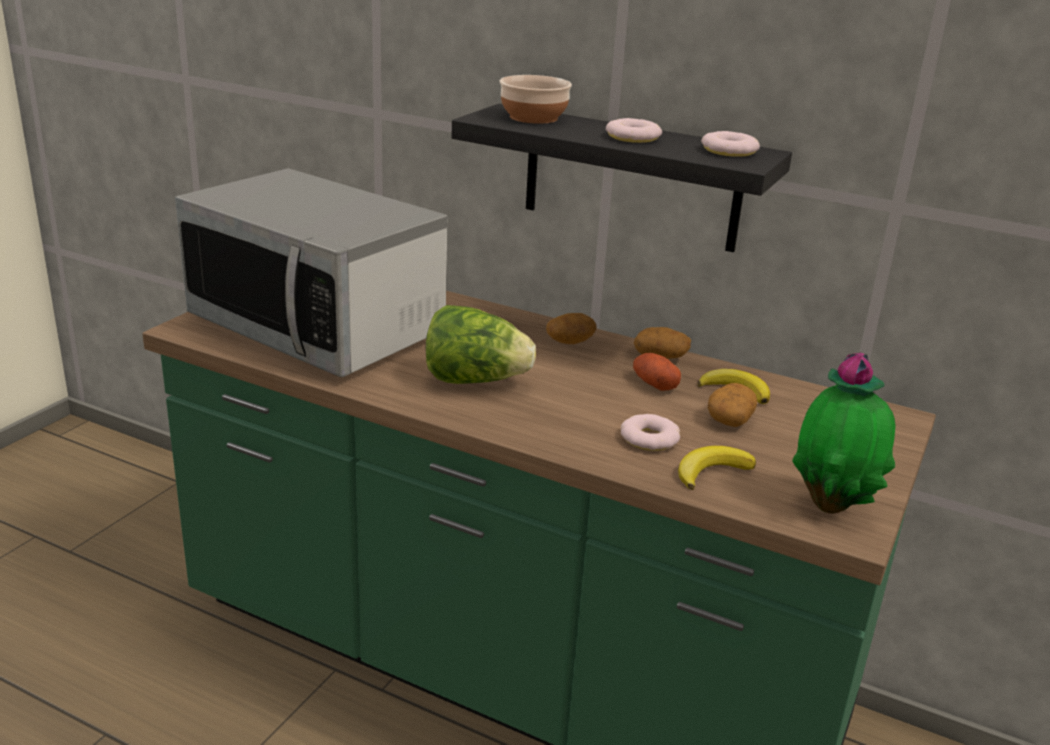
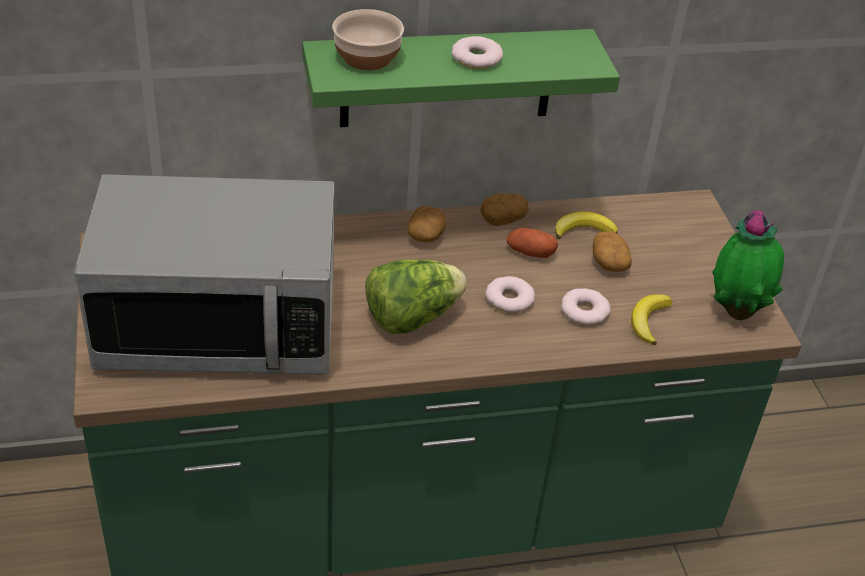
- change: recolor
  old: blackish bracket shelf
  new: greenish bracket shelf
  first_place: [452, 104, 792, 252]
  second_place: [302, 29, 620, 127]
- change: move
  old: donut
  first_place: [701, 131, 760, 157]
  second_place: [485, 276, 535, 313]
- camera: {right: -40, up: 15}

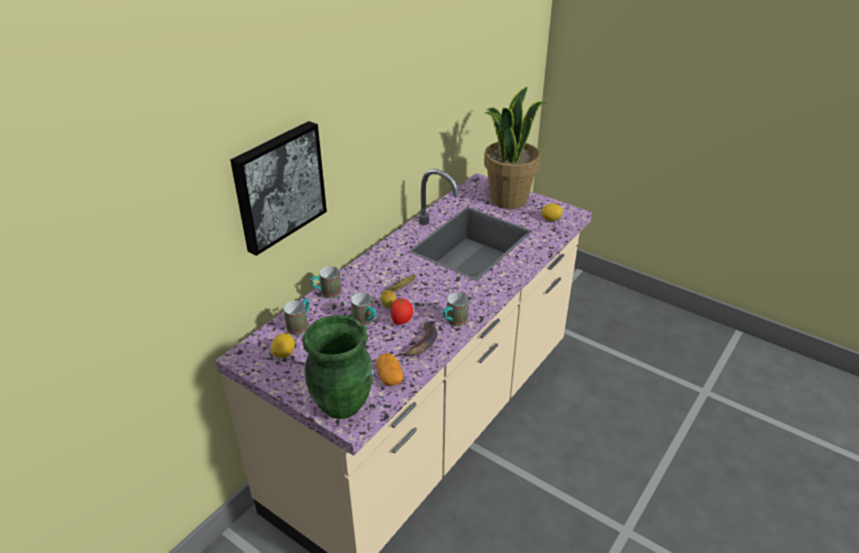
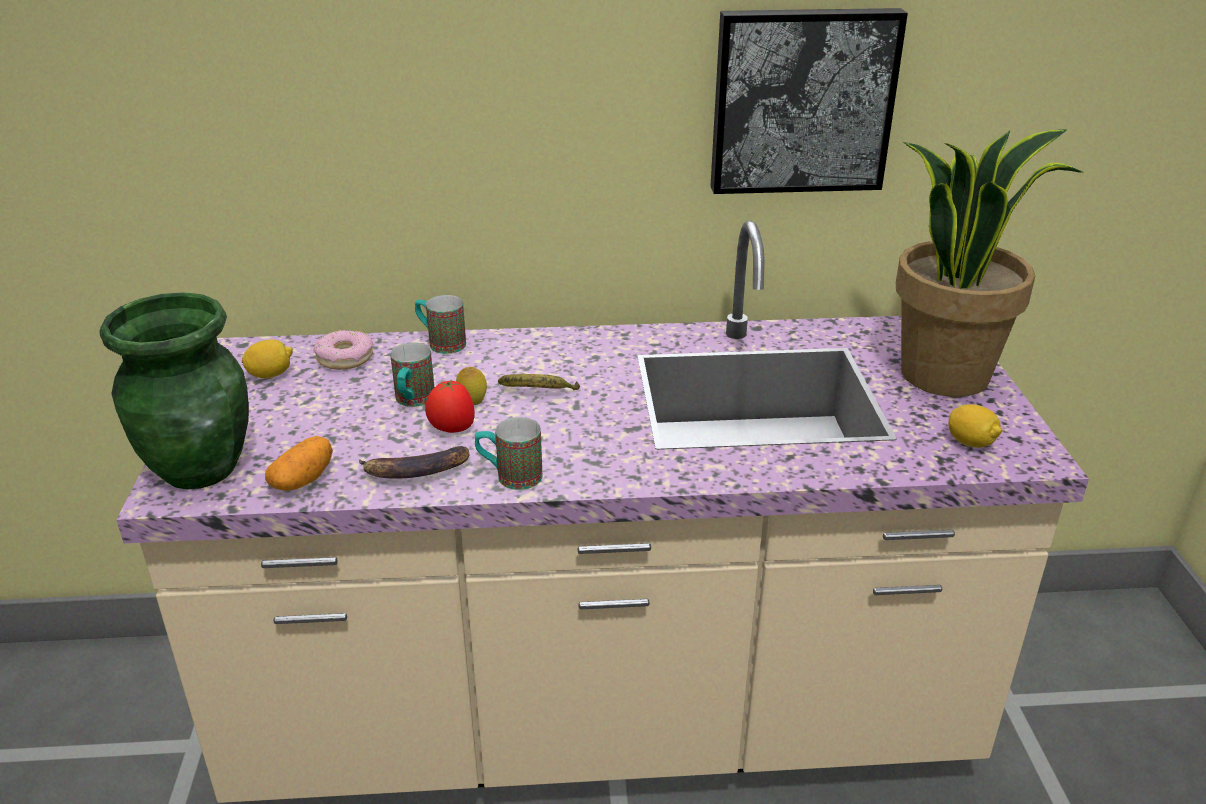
- change: move
  old: wall picture
  first_place: [230, 121, 327, 256]
  second_place: [710, 8, 908, 194]
- change: replace
  old: mug
  new: donut
  first_place: [283, 298, 310, 335]
  second_place: [314, 330, 373, 370]
- camera: {right: 50, up: -5}

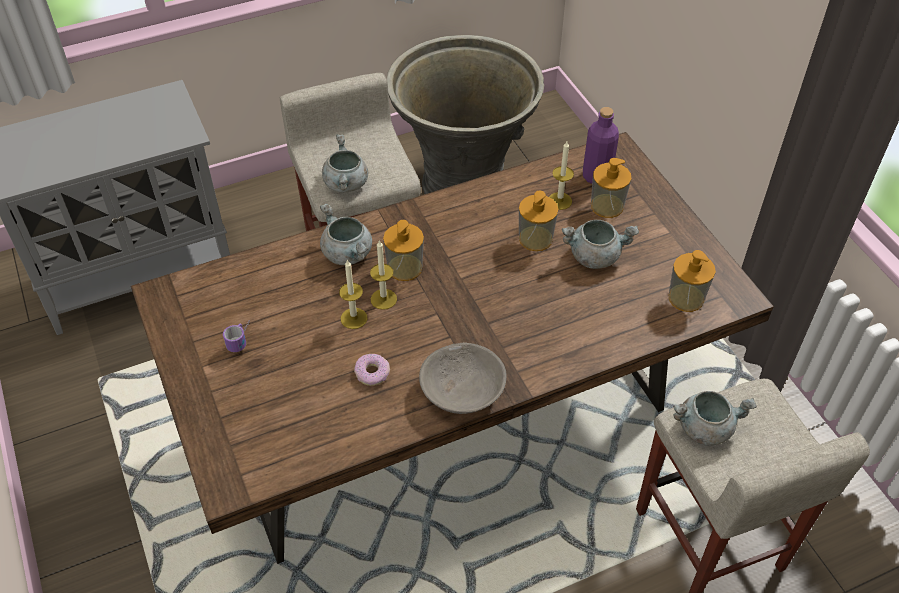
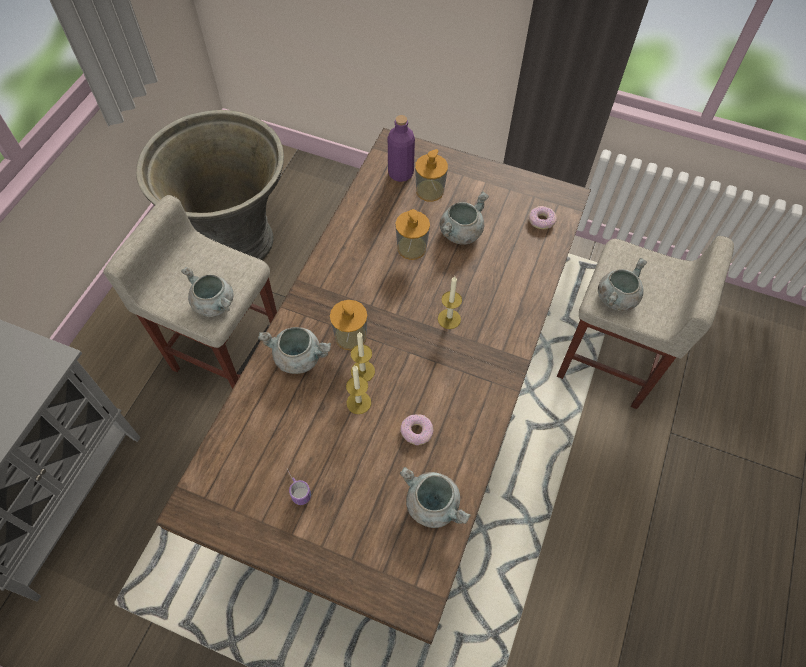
- change: delete
  old: gray bowl
  first_place: [419, 342, 507, 414]
- change: move
  old: wax candle
  first_place: [549, 141, 574, 210]
  second_place: [438, 276, 462, 329]
- change: replace
  old: soap dispenser
  new: donut
  first_place: [668, 250, 716, 312]
  second_place: [529, 206, 557, 229]
- change: insert
  new: gray stockpot
  second_place: [400, 467, 471, 528]
- camera: {right: -45, up: 10}

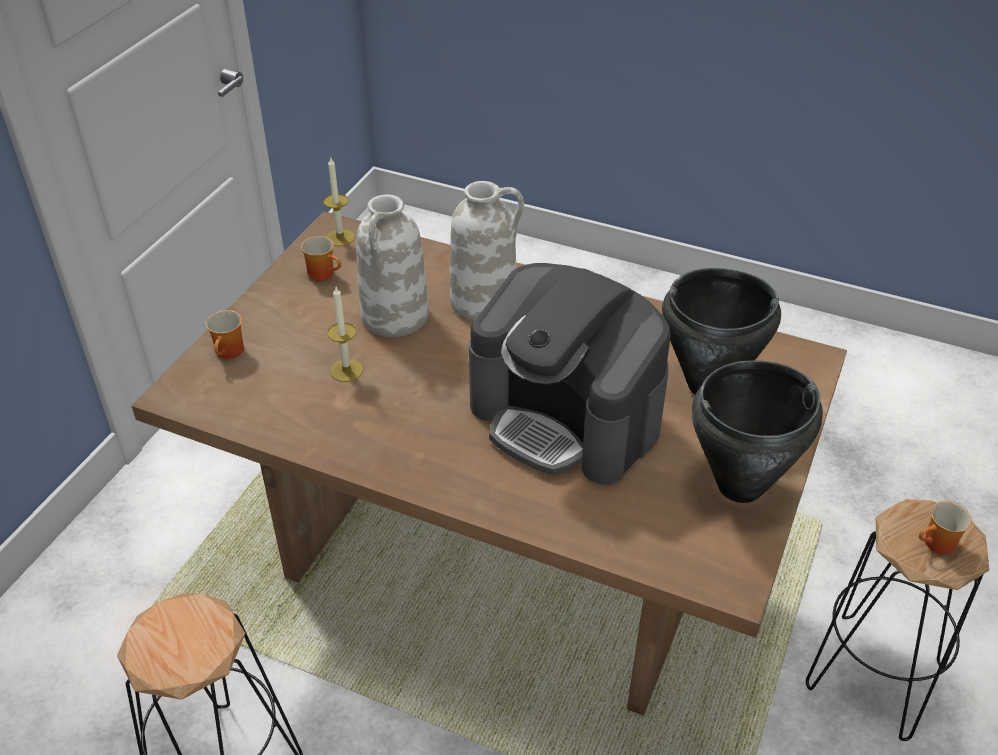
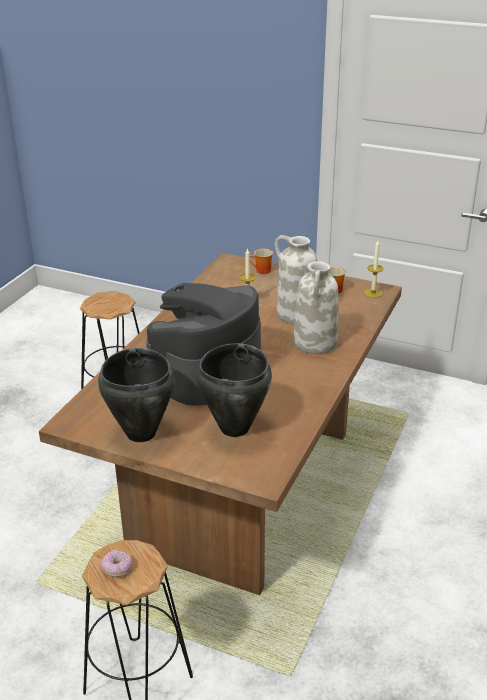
- change: replace
  old: mug
  new: donut
  first_place: [919, 501, 972, 554]
  second_place: [101, 550, 132, 577]
- camera: {right: 90, up: -10}

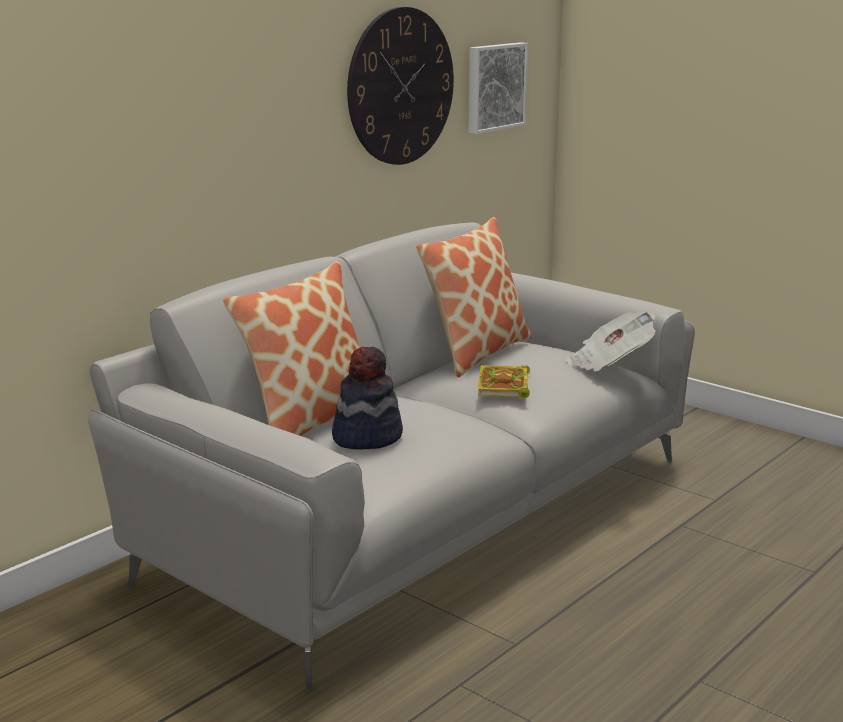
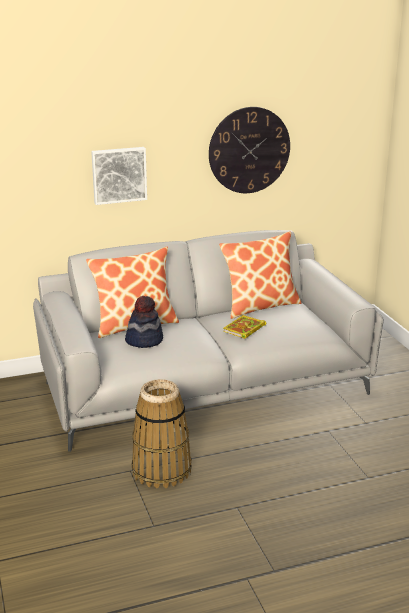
- change: move
  old: wall picture
  first_place: [469, 42, 528, 134]
  second_place: [91, 147, 147, 205]
- change: delete
  old: daily paper
  first_place: [566, 312, 656, 371]
- change: insert
  new: storage basket
  second_place: [132, 379, 192, 488]
- camera: {right: 30, up: 5}

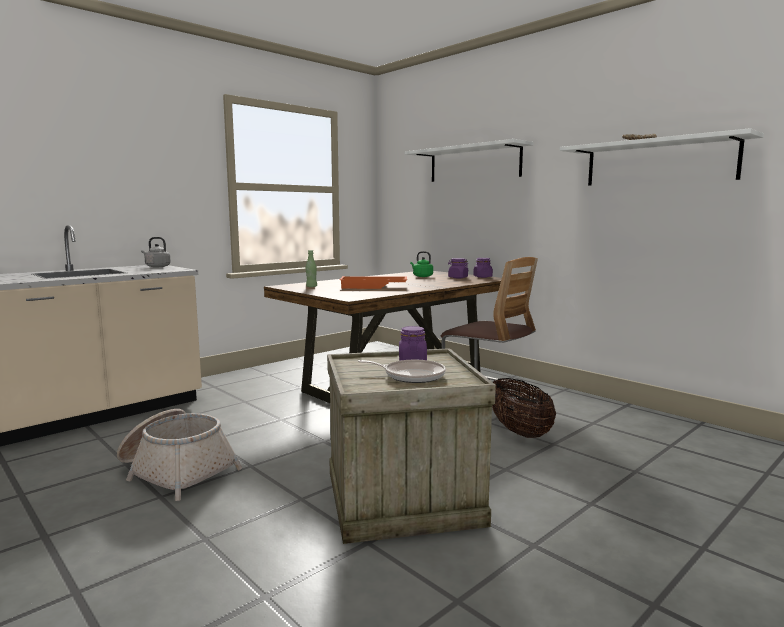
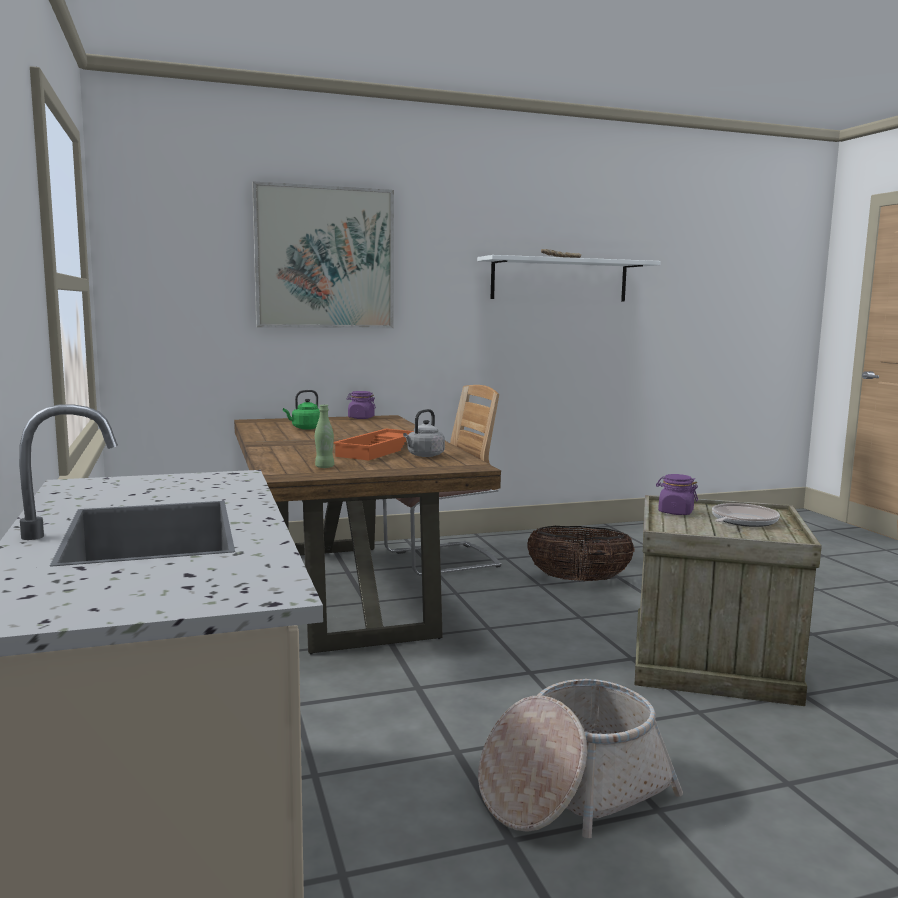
- change: move
  old: gray water kettle
  first_place: [141, 237, 171, 267]
  second_place: [403, 409, 445, 457]
- change: replace
  old: whitish bracket shelf
  new: wall picture
  first_place: [405, 139, 534, 182]
  second_place: [252, 181, 394, 328]
- change: delete
  old: purple jar
  first_place: [448, 258, 469, 278]
- camera: {right: -65, up: 0}

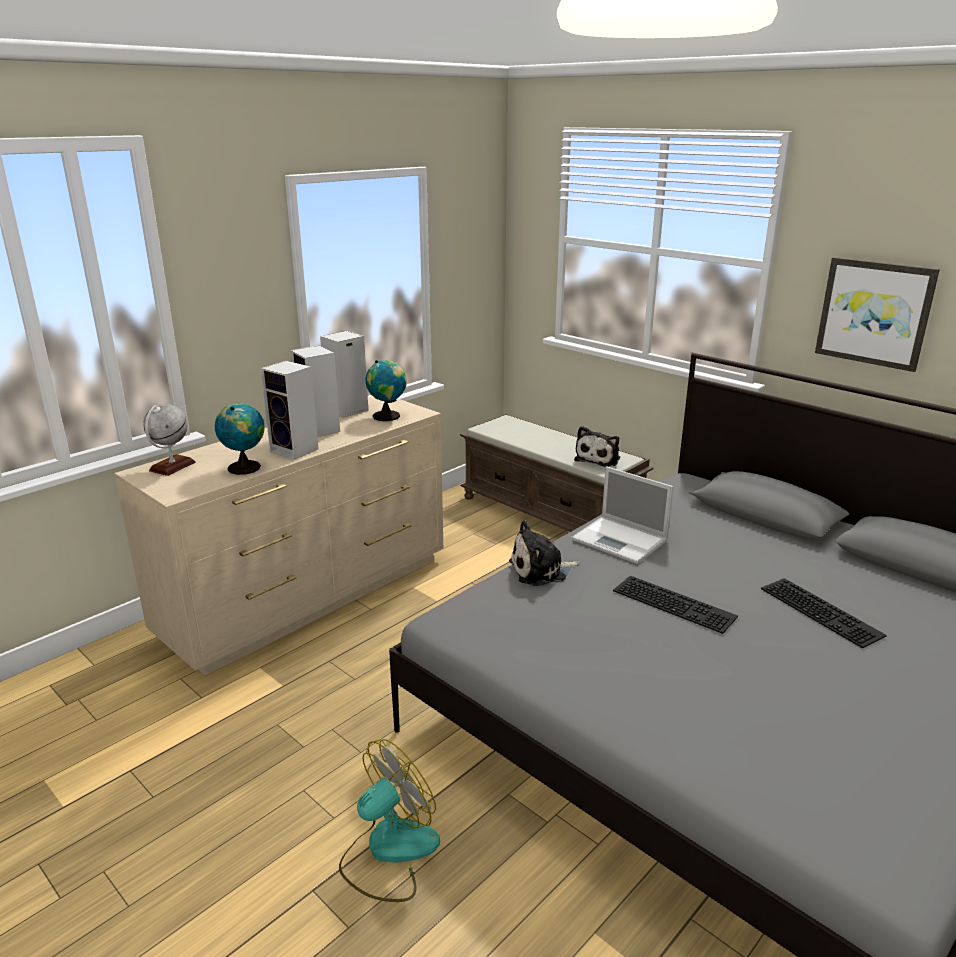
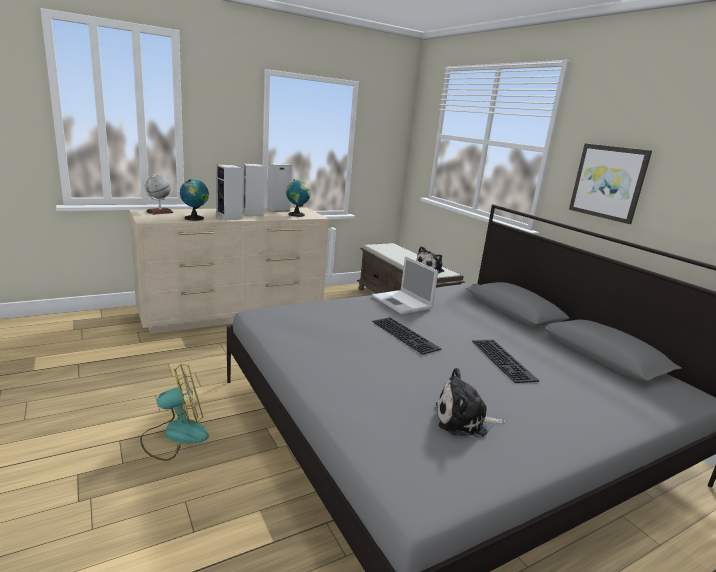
- change: move
  old: cuddly toy
  first_place: [509, 520, 580, 586]
  second_place: [436, 368, 505, 437]
- camera: {right: 15, up: -5}

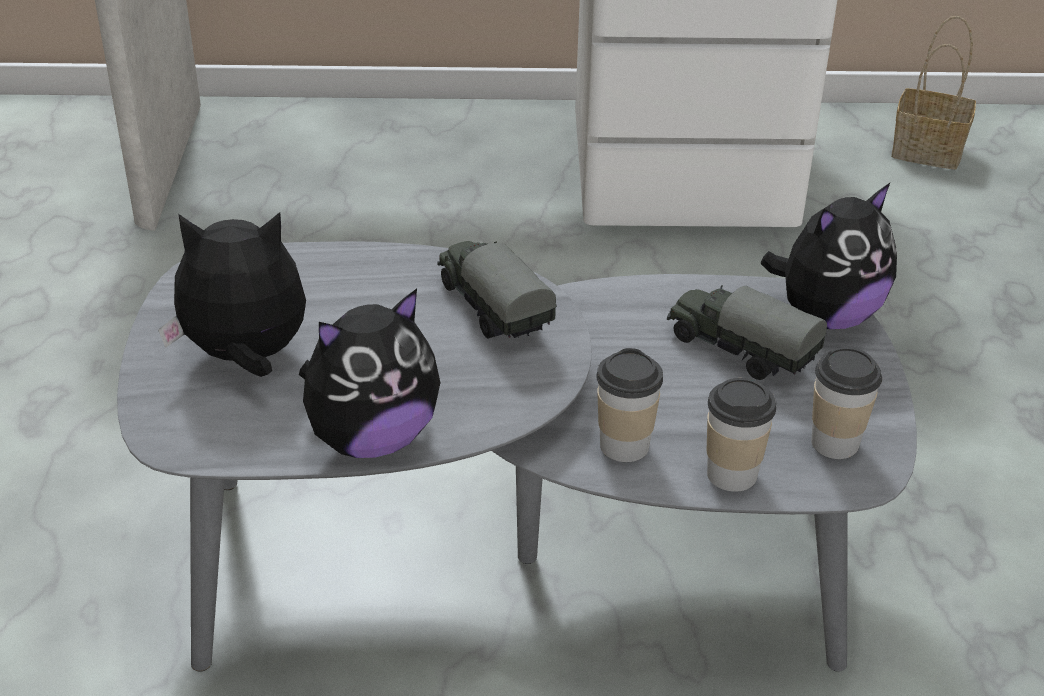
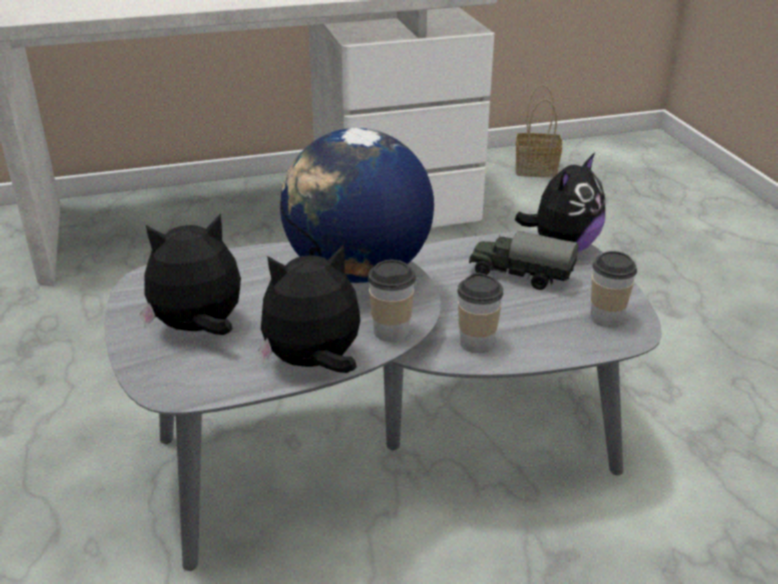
- change: rotate
  old: cuddly toy
  first_place: [299, 289, 440, 458]
  second_place: [258, 244, 360, 373]
  degrees: -150
- change: replace
  old: toy truck
  new: globe
  first_place: [437, 241, 557, 339]
  second_place: [280, 128, 434, 283]
- change: move
  old: cup
  first_place: [707, 378, 776, 492]
  second_place: [368, 260, 416, 342]
- camera: {right: -15, up: -5}

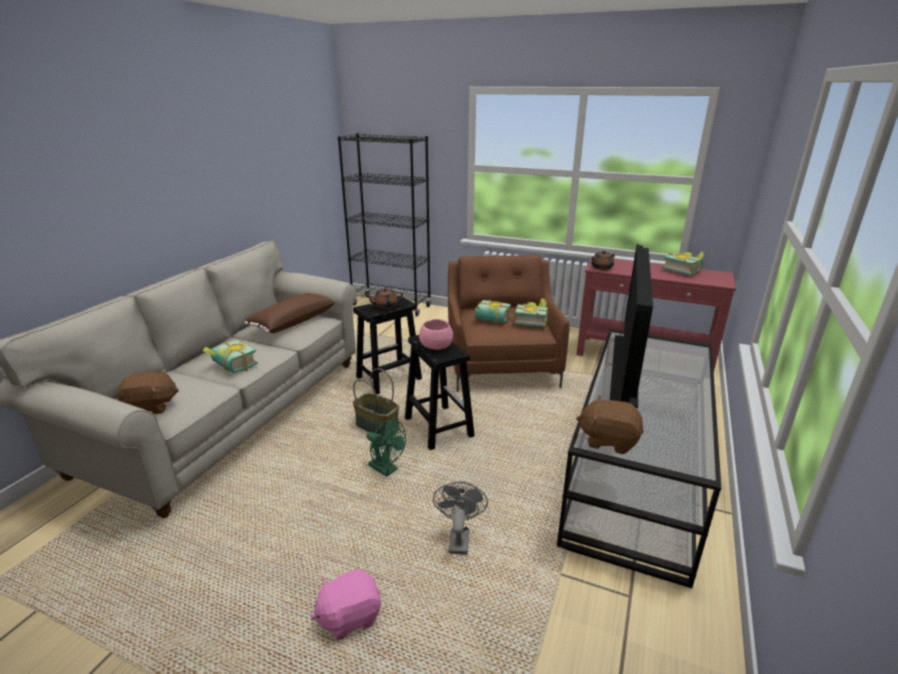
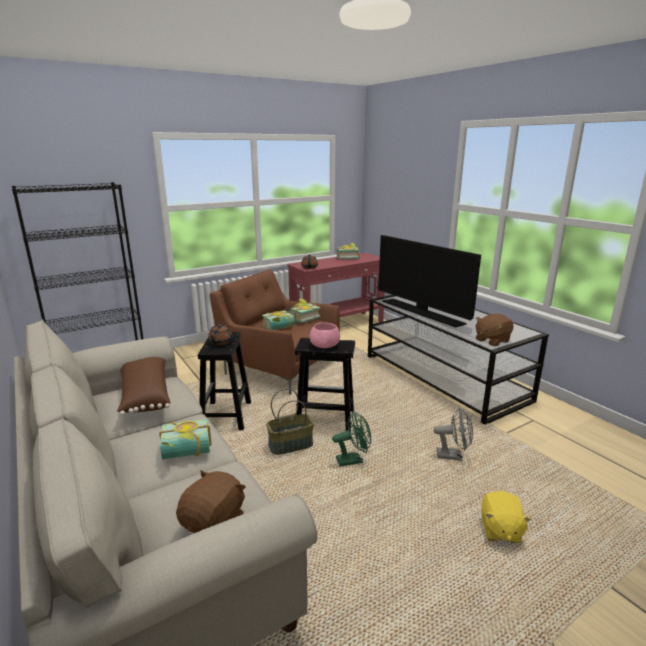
- change: recolor
  old: pinkish cuddly toy
  new: yellow cuddly toy
  first_place: [311, 569, 381, 640]
  second_place: [482, 491, 532, 543]
- change: rotate
  old: gray fan
  first_place: [433, 481, 488, 555]
  second_place: [434, 408, 473, 461]
  degrees: 150
- camera: {right: -55, up: -5}

